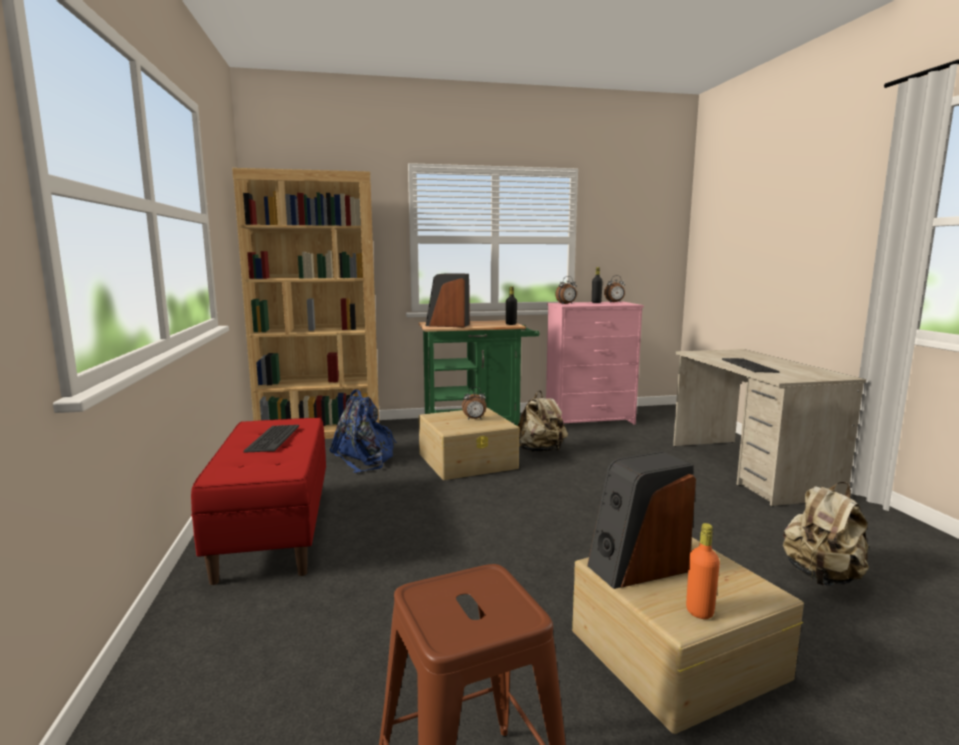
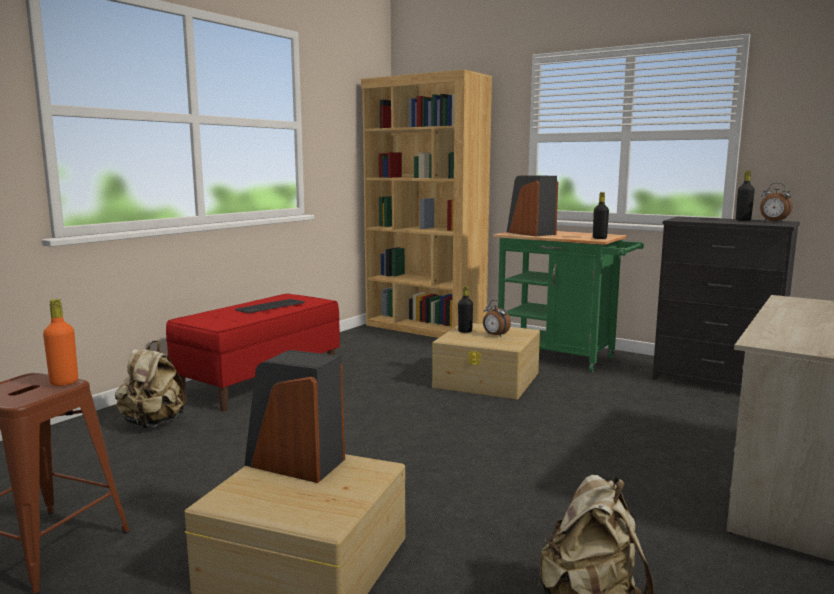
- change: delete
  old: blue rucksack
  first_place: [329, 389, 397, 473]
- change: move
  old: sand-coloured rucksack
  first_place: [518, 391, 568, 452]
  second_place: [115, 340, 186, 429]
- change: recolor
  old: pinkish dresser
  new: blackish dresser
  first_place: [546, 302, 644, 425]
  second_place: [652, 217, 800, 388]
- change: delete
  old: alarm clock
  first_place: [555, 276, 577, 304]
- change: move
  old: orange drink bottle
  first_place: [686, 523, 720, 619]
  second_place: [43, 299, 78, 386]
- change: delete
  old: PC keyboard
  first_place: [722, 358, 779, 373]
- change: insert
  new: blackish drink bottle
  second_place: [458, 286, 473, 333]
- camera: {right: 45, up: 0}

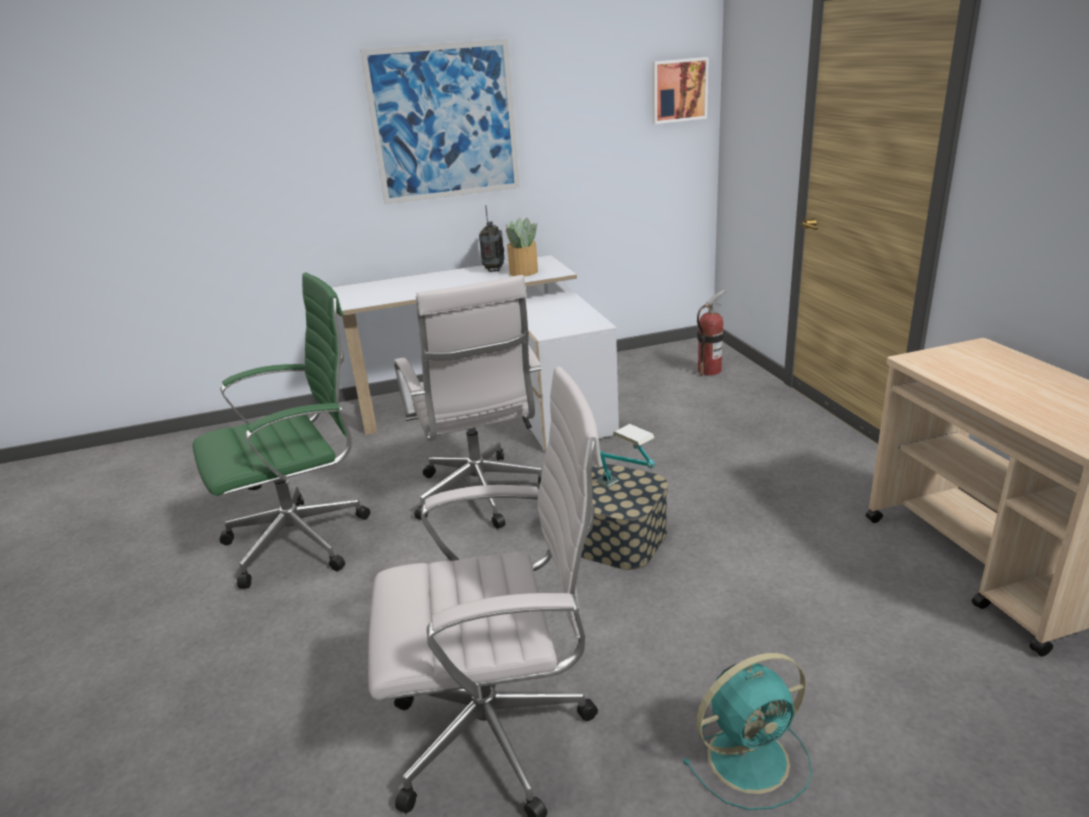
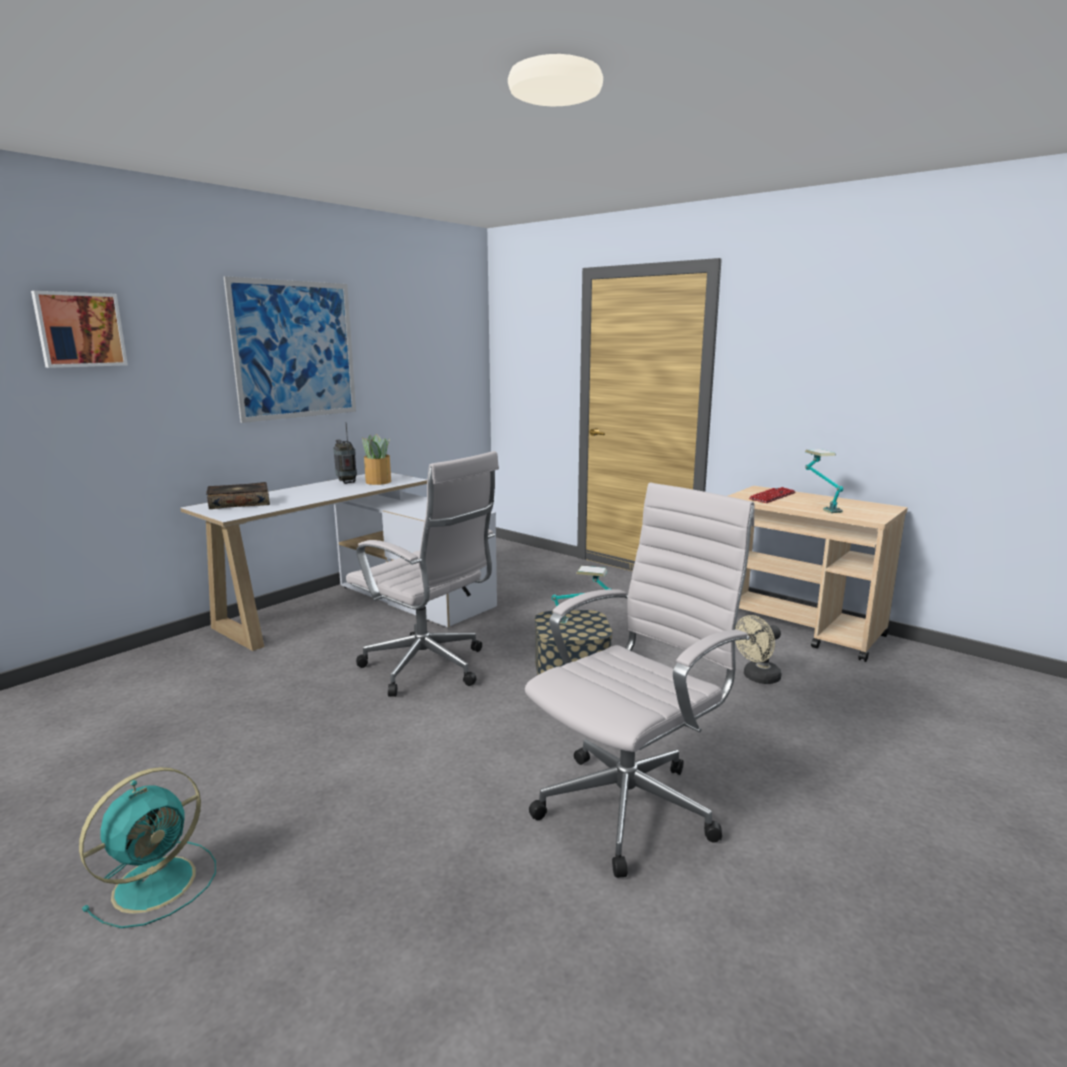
- change: delete
  old: greenish office chair
  first_place: [193, 272, 370, 589]
- change: move
  old: wall picture
  first_place: [652, 57, 709, 124]
  second_place: [31, 291, 128, 368]
- change: move
  old: turquoise fan
  first_place: [683, 653, 812, 810]
  second_place: [79, 767, 216, 928]
- change: delete
  old: extinguisher
  first_place: [697, 290, 727, 376]
- change: insert
  new: book
  second_place: [206, 482, 270, 509]
- change: insert
  new: sand-coloured fan
  second_place: [735, 615, 782, 684]
- change: insert
  new: PC keyboard
  second_place: [749, 487, 796, 503]
- change: insert
  new: tabletop lamp
  second_place: [805, 449, 843, 513]
- camera: {right: -35, up: -10}

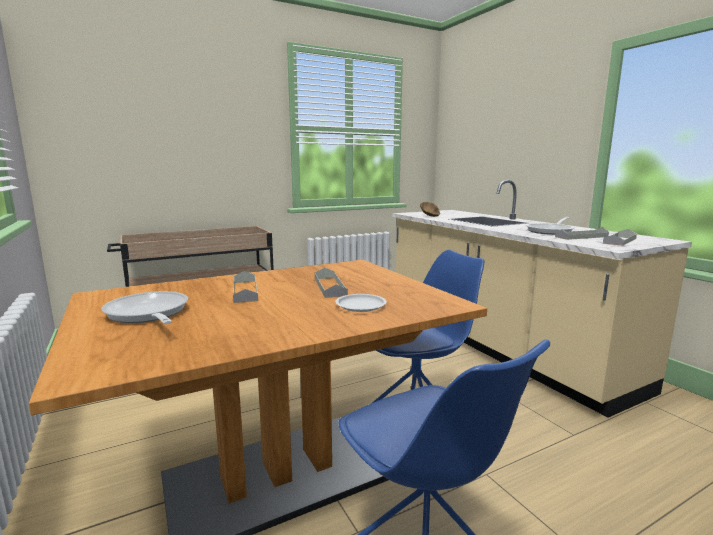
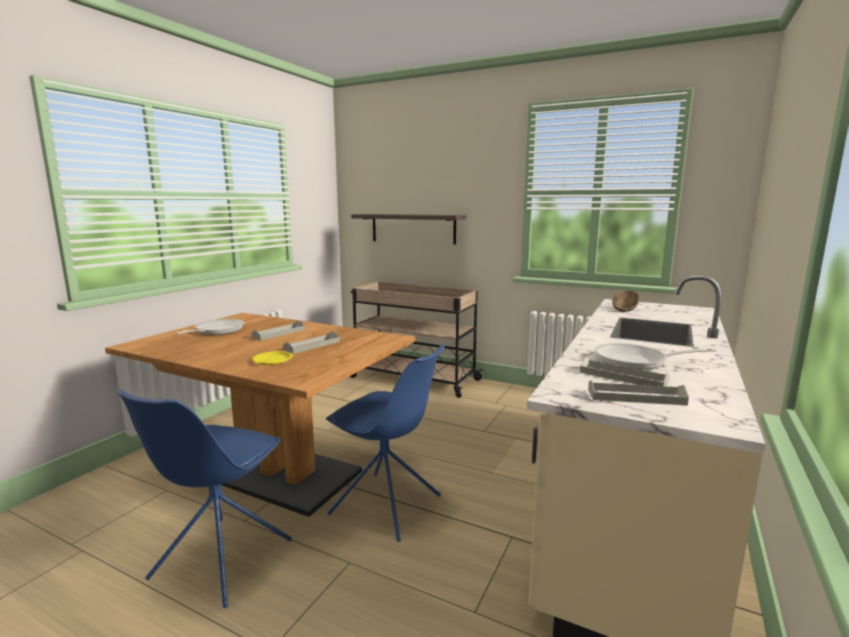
- change: recolor
  old: whitish flat dish
  new: yellow flat dish
  first_place: [335, 294, 387, 312]
  second_place: [252, 351, 293, 365]
- change: insert
  new: bracket shelf
  second_place: [351, 214, 466, 245]
- camera: {right: 55, up: 0}

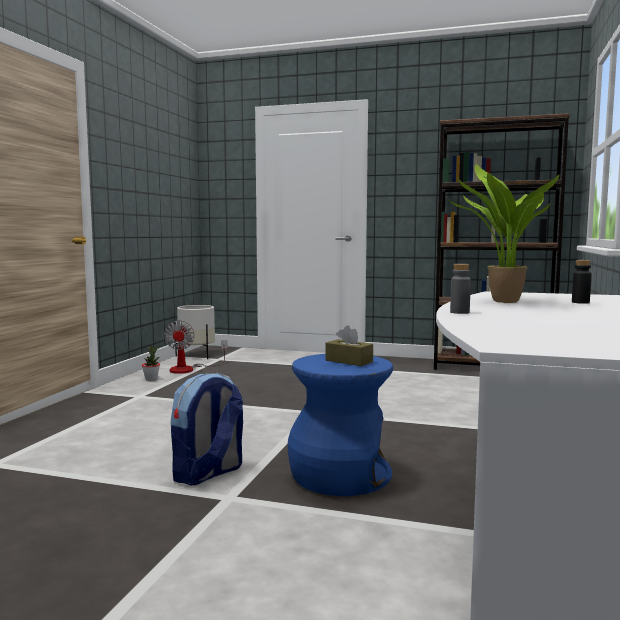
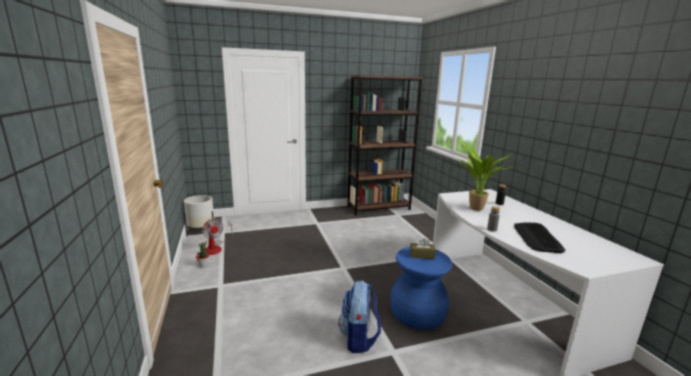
- change: insert
  new: PC keyboard
  second_place: [514, 222, 565, 253]
- camera: {right: -35, up: 10}

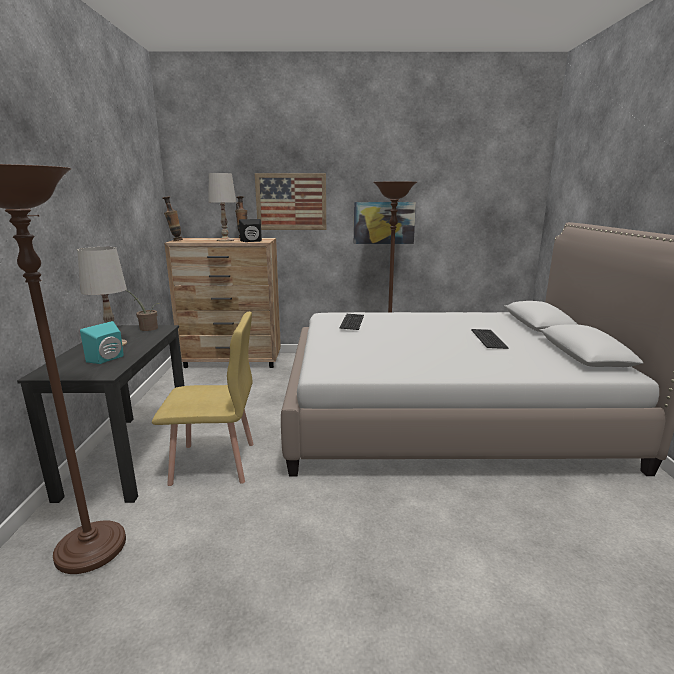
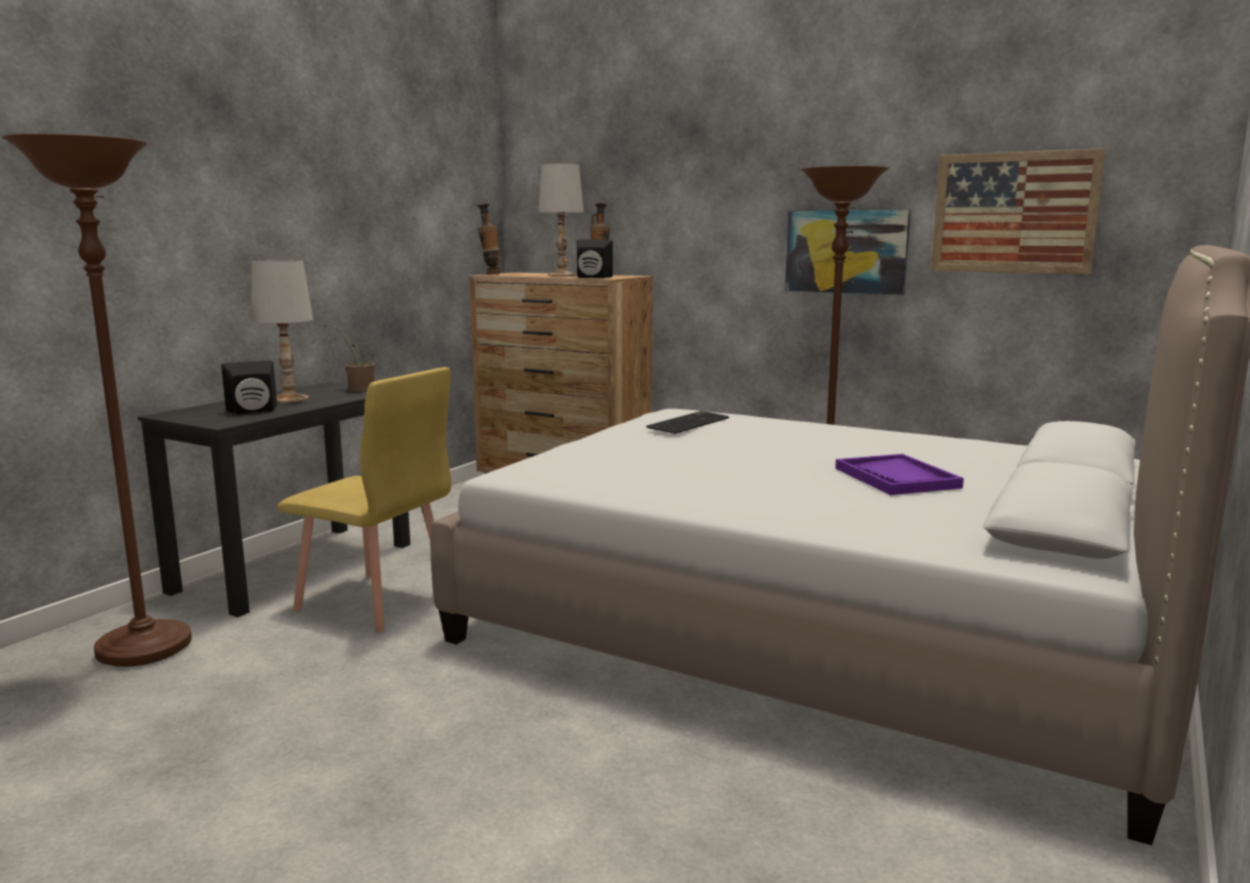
- change: recolor
  old: turquoise loudspeaker
  new: blackish loudspeaker
  first_place: [80, 321, 124, 364]
  second_place: [221, 360, 277, 414]
- change: move
  old: wall picture
  first_place: [255, 173, 326, 230]
  second_place: [931, 148, 1106, 274]
- change: replace
  old: PC keyboard
  new: purple serving tray
  first_place: [471, 329, 509, 349]
  second_place: [835, 454, 964, 495]
- camera: {right: 30, up: -5}

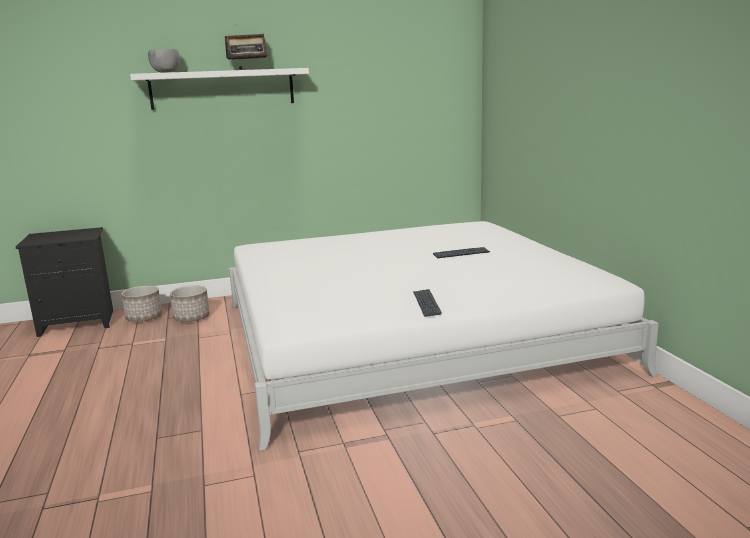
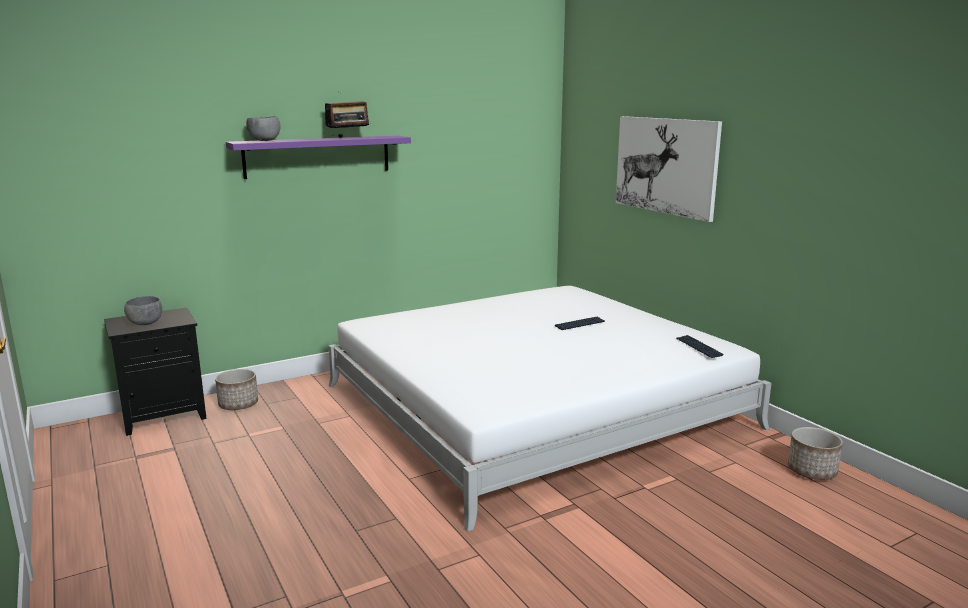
- change: recolor
  old: whitish bracket shelf
  new: purple bracket shelf
  first_place: [130, 68, 309, 110]
  second_place: [226, 136, 411, 179]
- change: move
  old: plant pot
  first_place: [170, 285, 210, 322]
  second_place: [788, 427, 843, 480]
- change: move
  old: PC keyboard
  first_place: [413, 289, 442, 317]
  second_place: [676, 335, 723, 358]
- change: insert
  new: gray bowl
  second_place: [124, 296, 162, 325]
- change: insert
  new: wall picture
  second_place: [616, 116, 722, 222]
- camera: {right: -15, up: 0}

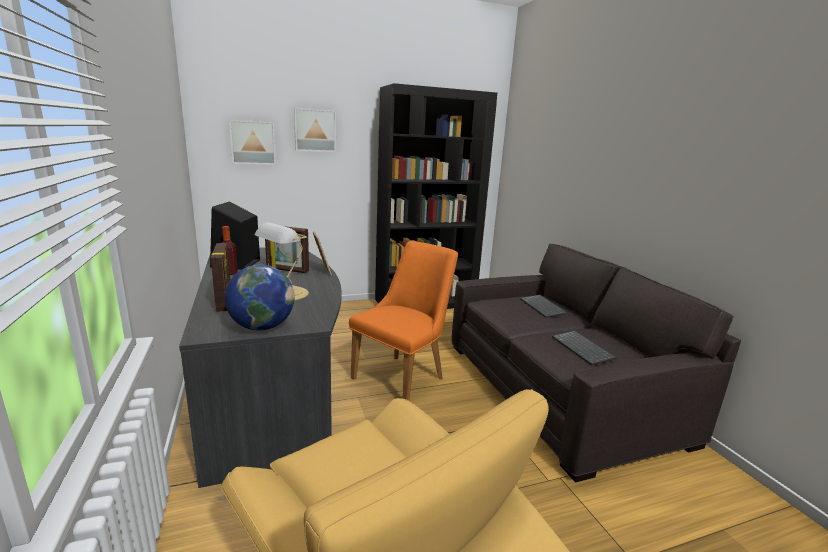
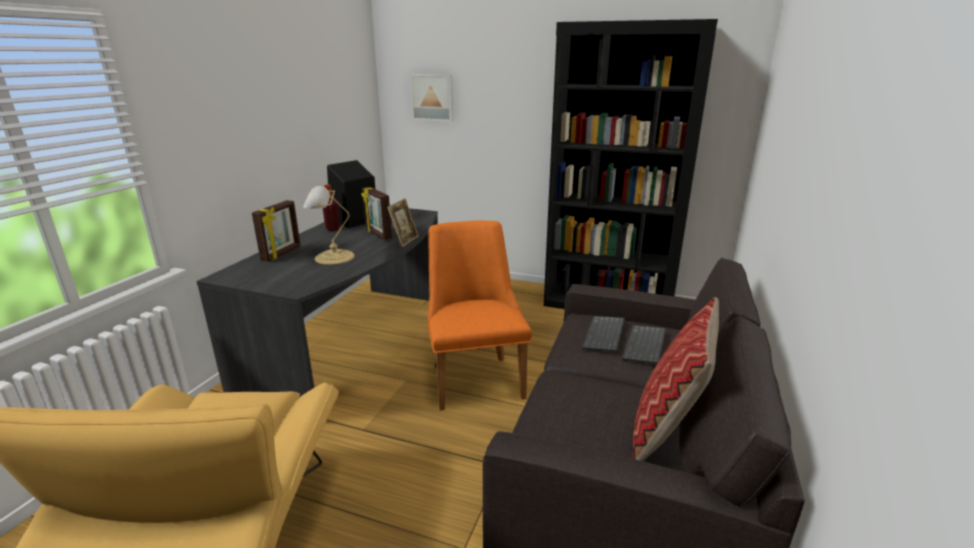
- change: delete
  old: globe
  first_place: [225, 265, 295, 331]
- change: delete
  old: wall picture
  first_place: [294, 108, 336, 152]
- change: rotate
  old: orange chair
  first_place: [349, 241, 458, 401]
  second_place: [428, 221, 532, 411]
  degrees: -90
- change: move
  old: PC keyboard
  first_place: [552, 331, 616, 366]
  second_place: [582, 316, 625, 352]
- change: insert
  new: pillow
  second_place: [632, 297, 719, 461]
- camera: {right: 40, up: 5}

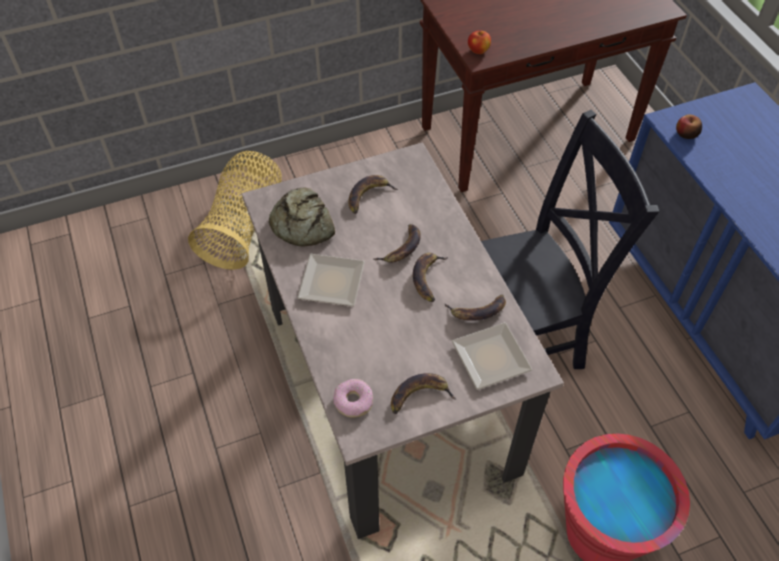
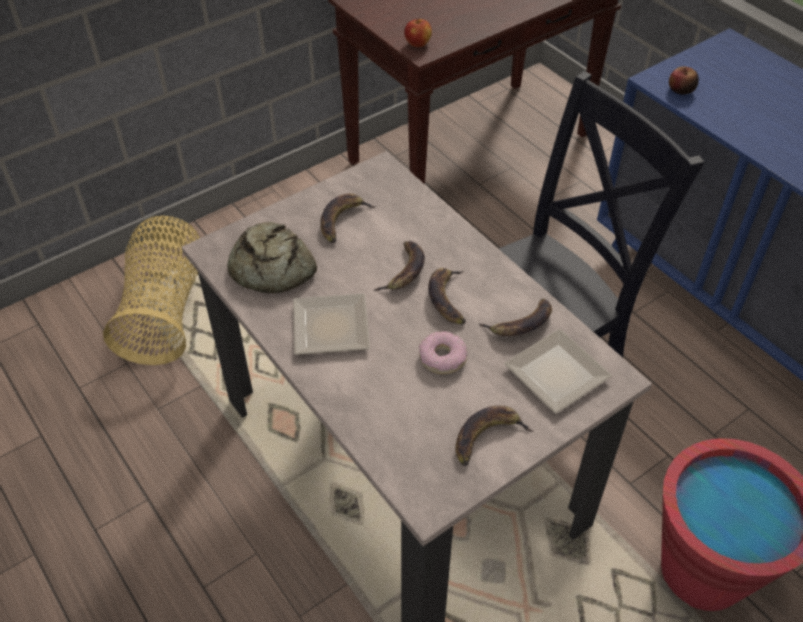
- change: move
  old: donut
  first_place: [333, 379, 373, 418]
  second_place: [419, 331, 467, 374]
- camera: {right: -15, up: -5}

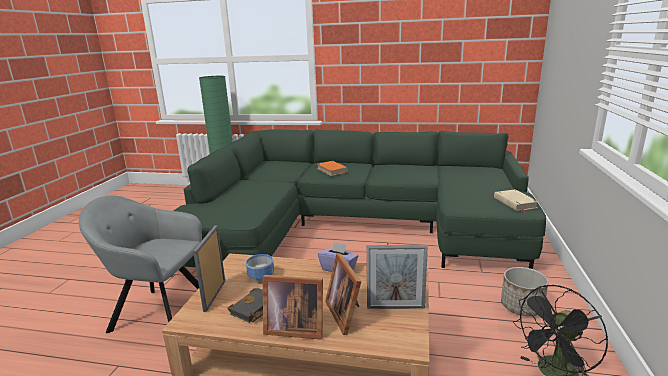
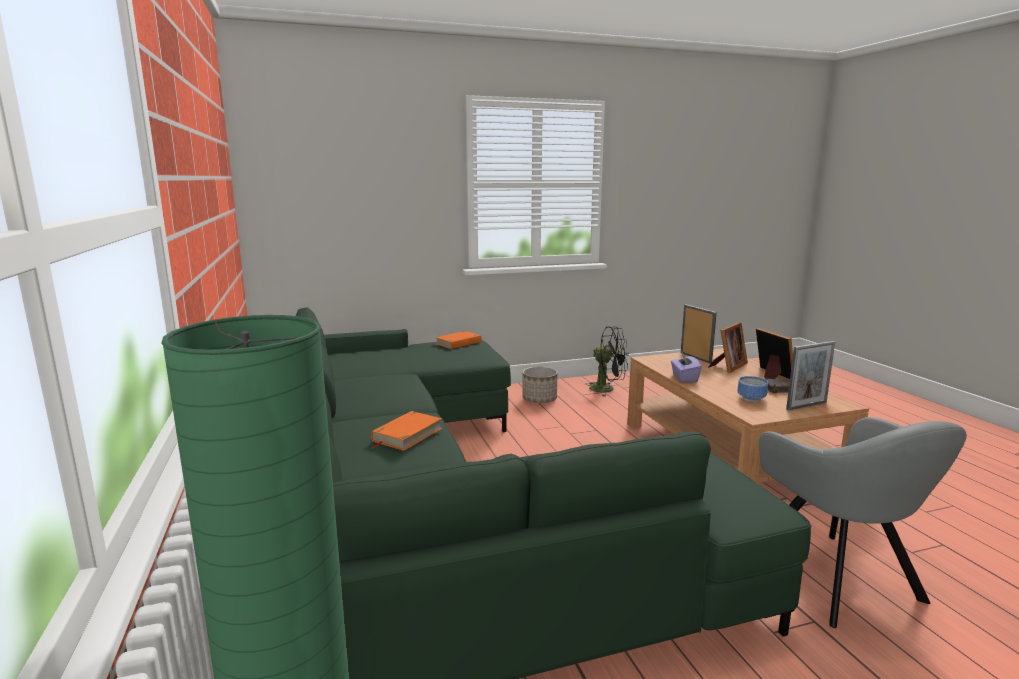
- change: recolor
  old: sand-coloured book
  new: orange book
  first_place: [494, 189, 539, 213]
  second_place: [435, 331, 481, 349]
- camera: {right: -120, up: -5}

